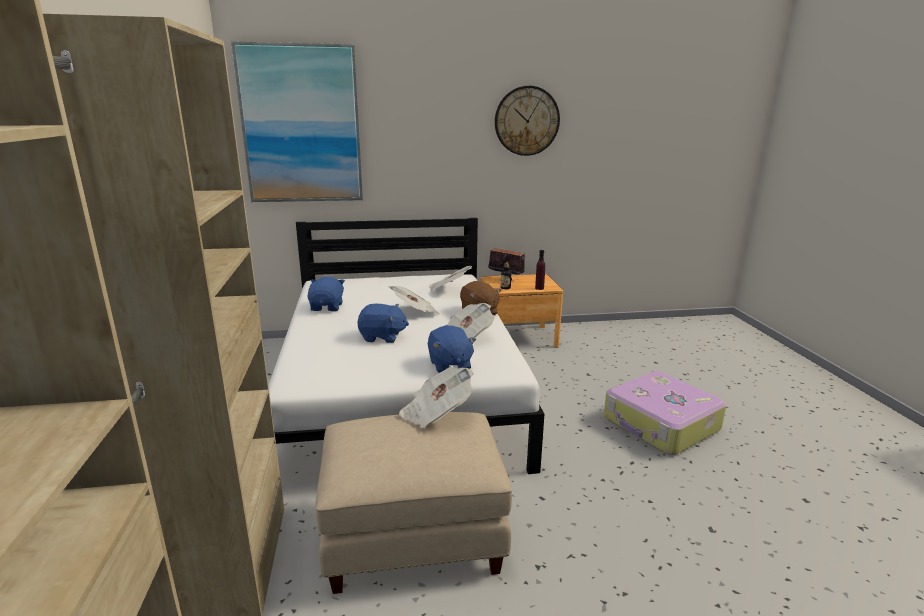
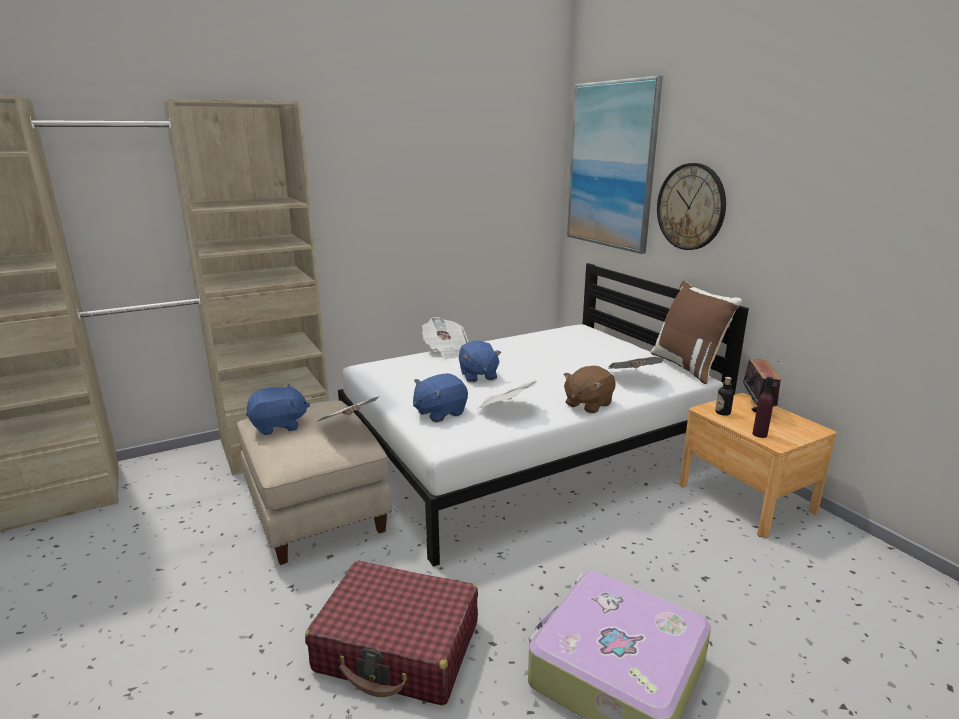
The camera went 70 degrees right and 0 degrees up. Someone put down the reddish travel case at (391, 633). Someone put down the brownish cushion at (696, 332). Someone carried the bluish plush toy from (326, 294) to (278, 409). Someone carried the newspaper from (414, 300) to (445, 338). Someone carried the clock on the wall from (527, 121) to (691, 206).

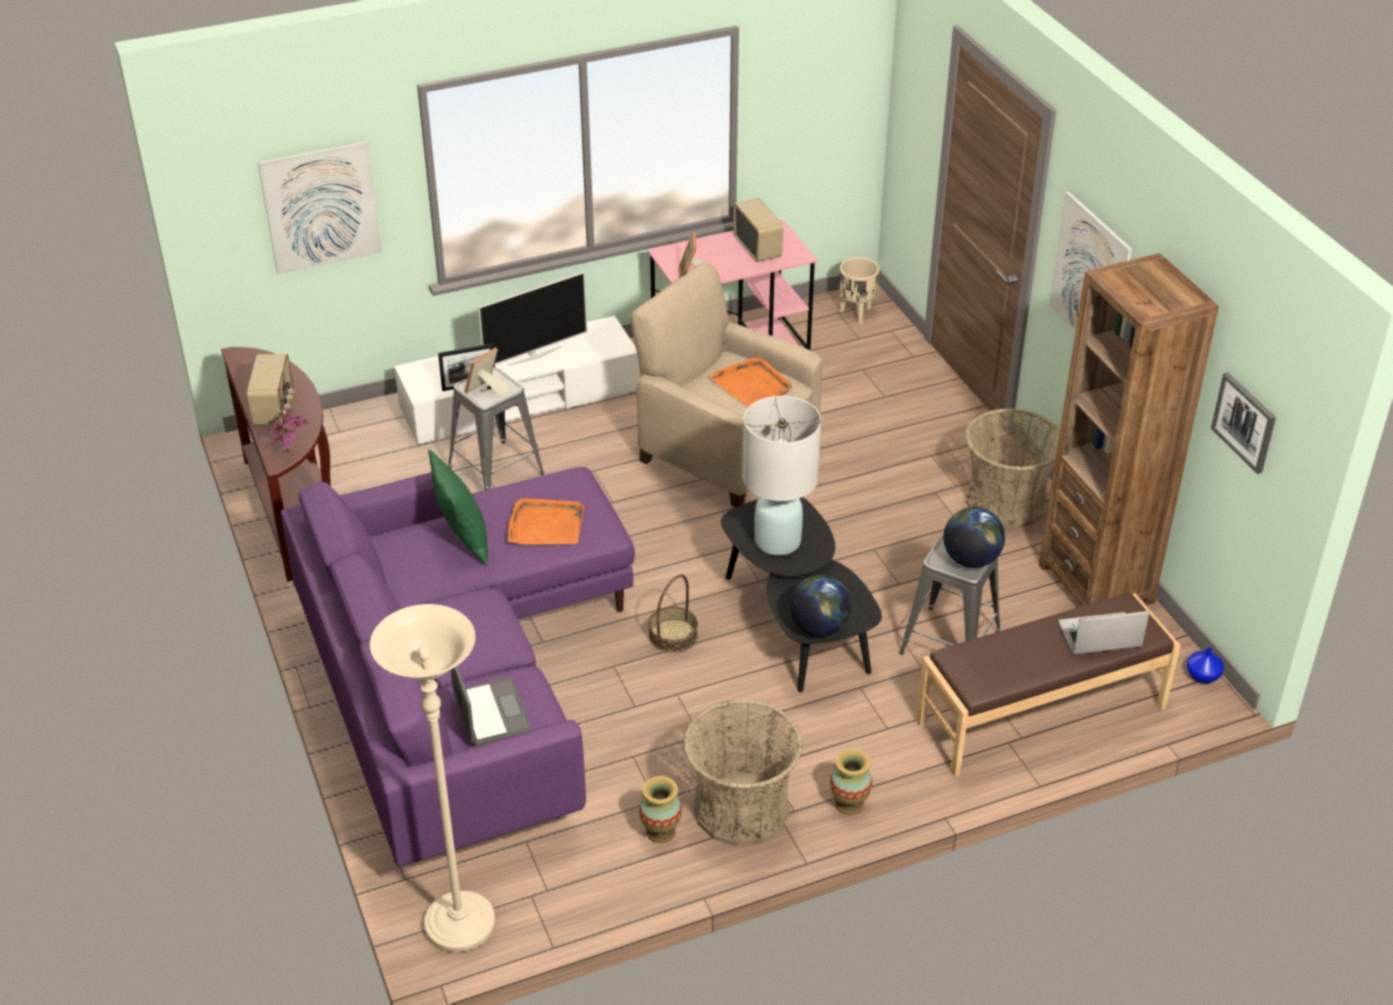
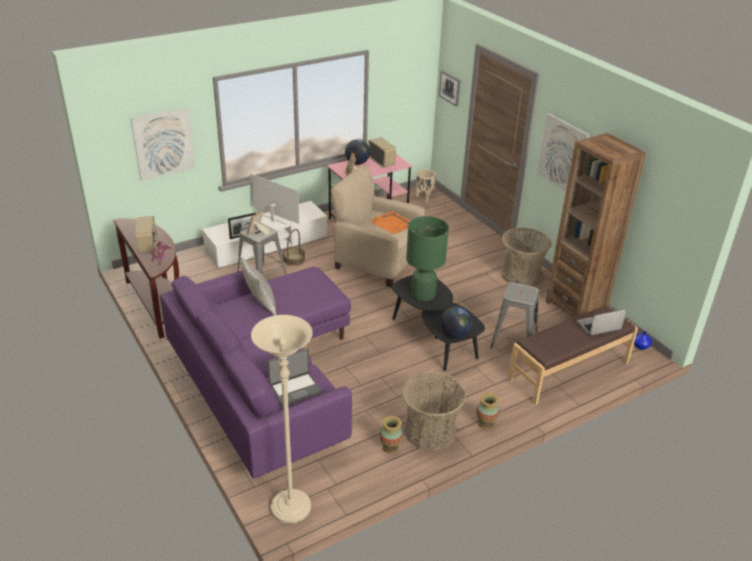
The camera went 10 degrees left and 5 degrees down. Someone took away the orange-coloured tray at (546, 521). Someone carried the storage basket from (673, 613) to (294, 247). Someone carried the globe from (974, 537) to (357, 152). Someone carried the wall picture from (1243, 423) to (450, 88). Someone repainted the green cushion at (458, 507), which became the grey cushion at (258, 285). Someone repainted the white-coloured lamp for a table at (781, 476), which became the green lamp for a table at (427, 259). Someone rotated the notebook computer at (491, 706) by 90 degrees clockwise. Someone rotated the TV at (532, 318) by 105 degrees counterclockwise.

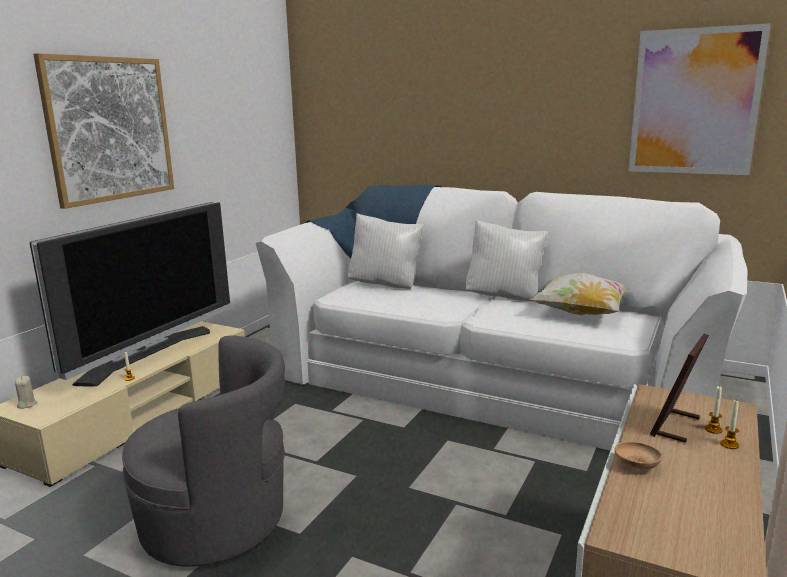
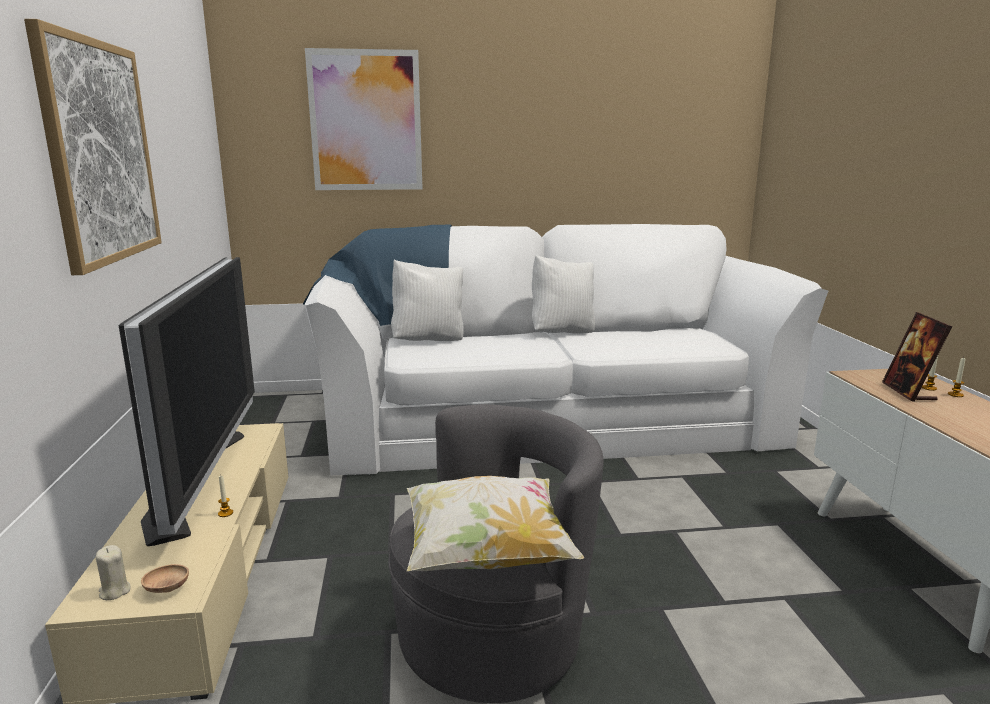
The camera went 35 degrees left and 0 degrees up. Someone carried the cushion from (578, 294) to (495, 523). Someone carried the brownish deep dish from (638, 455) to (165, 578). Someone carried the wall picture from (699, 99) to (364, 119).

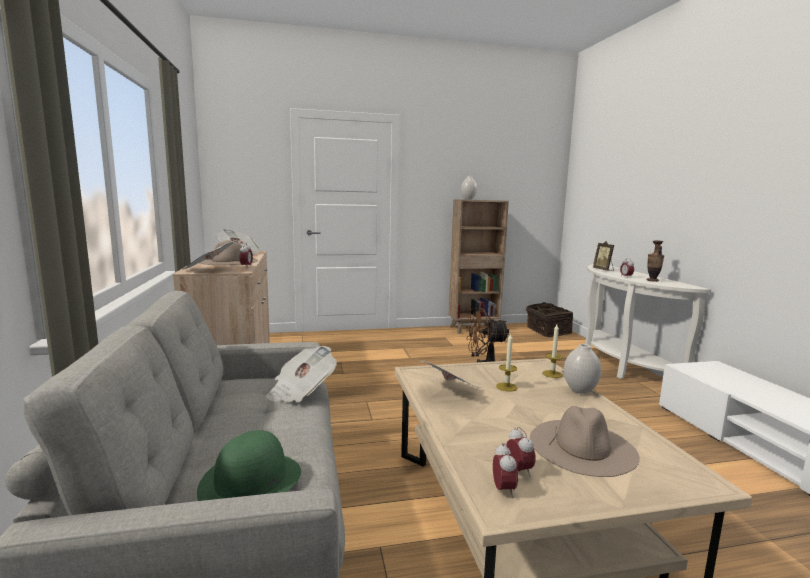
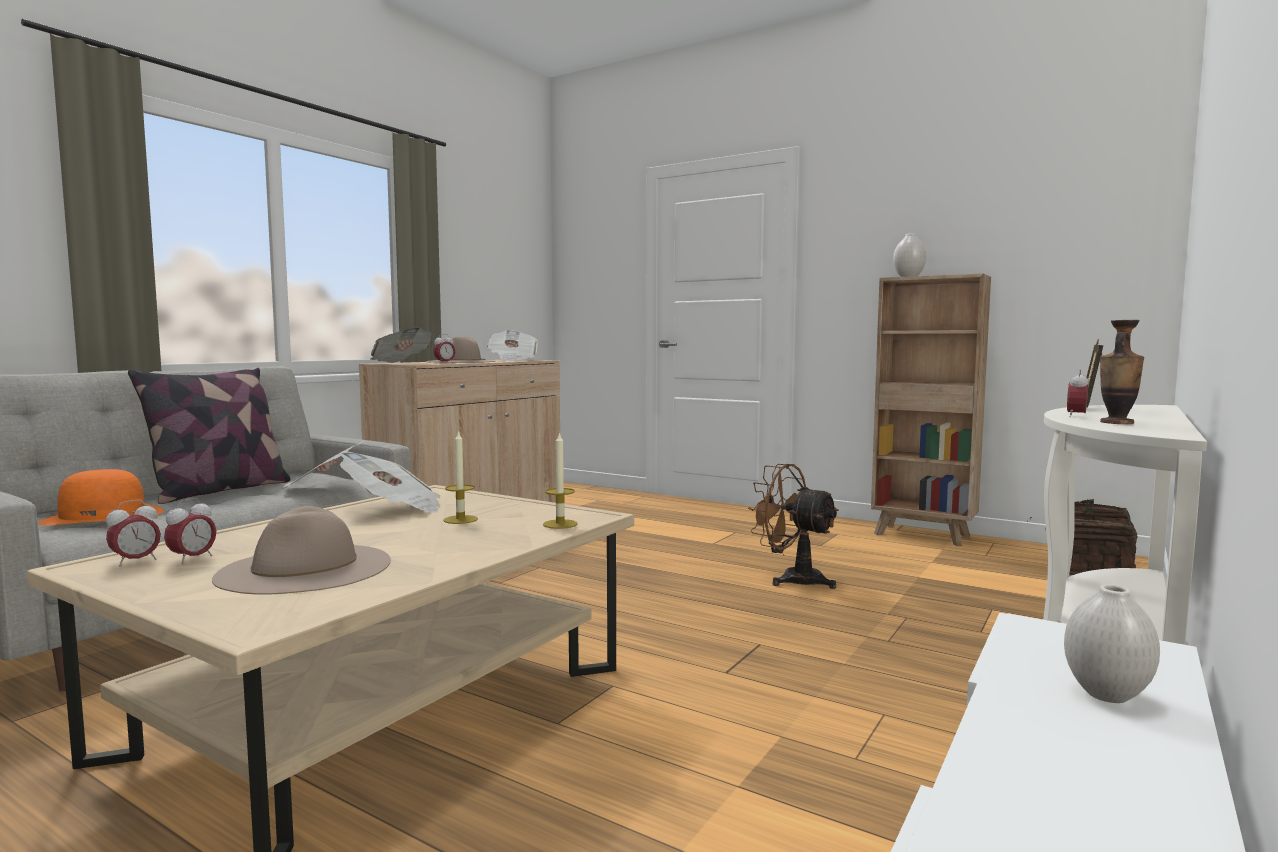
The camera went 45 degrees right and 5 degrees down. Someone put down the cushion at (209, 436). Someone carried the white-coloured decorative vase from (582, 369) to (1112, 644). Someone repainted the green hat at (249, 465), which became the orange-coloured hat at (101, 497).

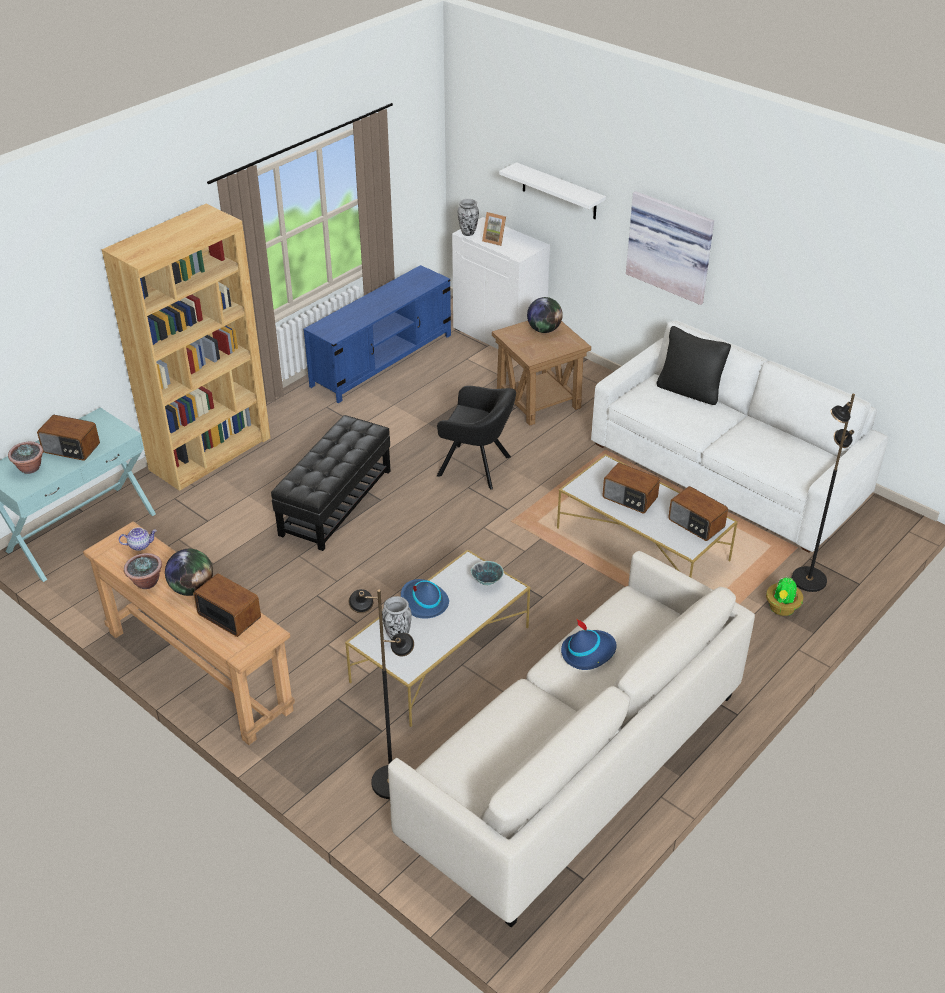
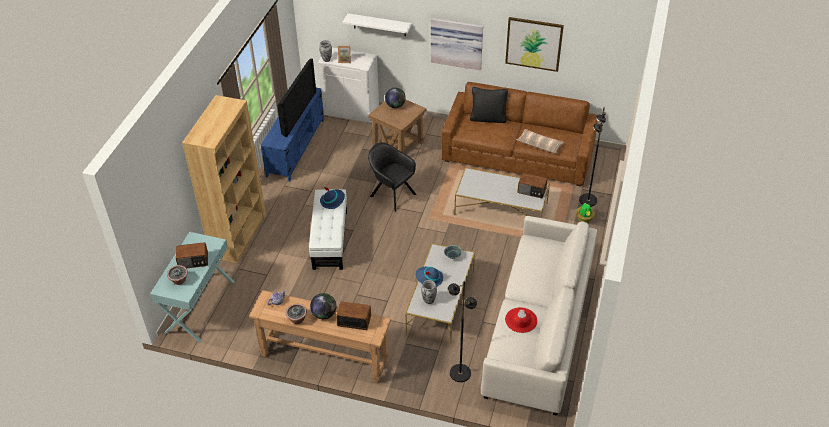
The camera went 25 degrees left and 5 degrees up. Someone took away the radio at (631, 488). Someone put down the TV at (296, 97). Someone put up the wall picture at (534, 44). Someone put down the reddish hat at (521, 320). Someone put down the cushion at (540, 141). Someone carried the bluish hat from (589, 644) to (332, 198). Someone repainted the black ottoman at (330, 483), which became the white-coloured ottoman at (328, 229). Someone repainted the white-coloured settee at (739, 436), which became the brownish settee at (519, 134). Someone rotated the black easy chair at (476, 438) by 135 degrees counterclockwise.

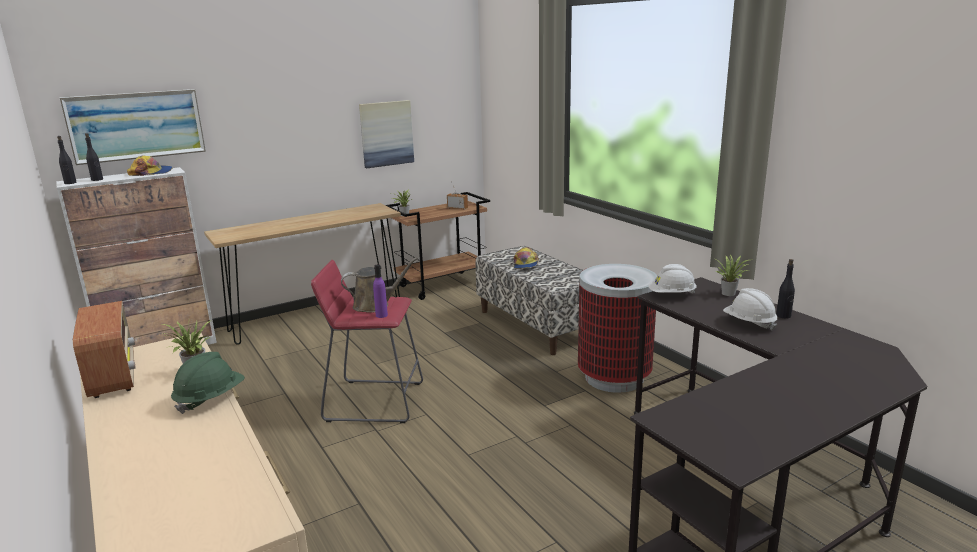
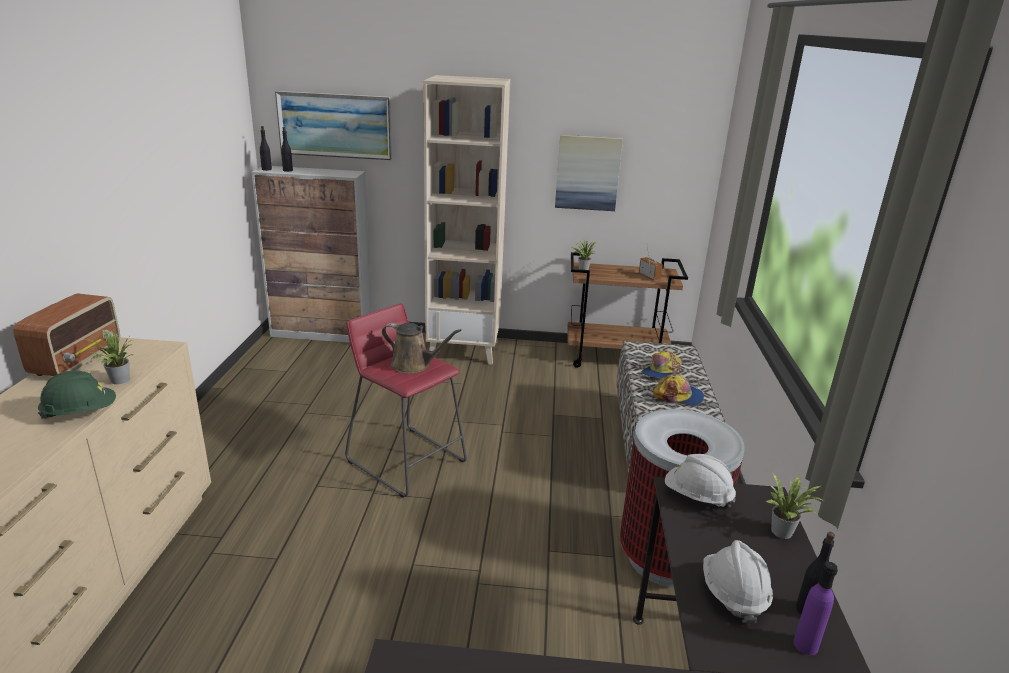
The camera went 35 degrees right and 5 degrees up. Someone carried the cap from (149, 165) to (678, 390). Someone carried the purple-coloured bottle from (380, 291) to (815, 608). Someone swapped the brownish narrow table at (302, 274) for the sand-coloured shelving unit at (466, 220).

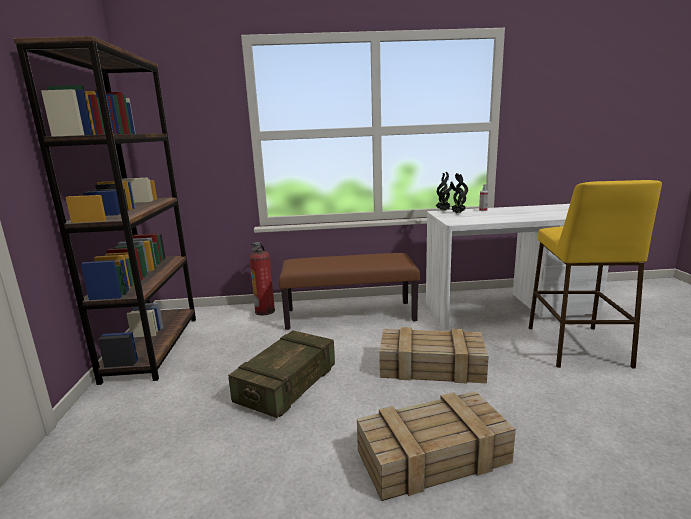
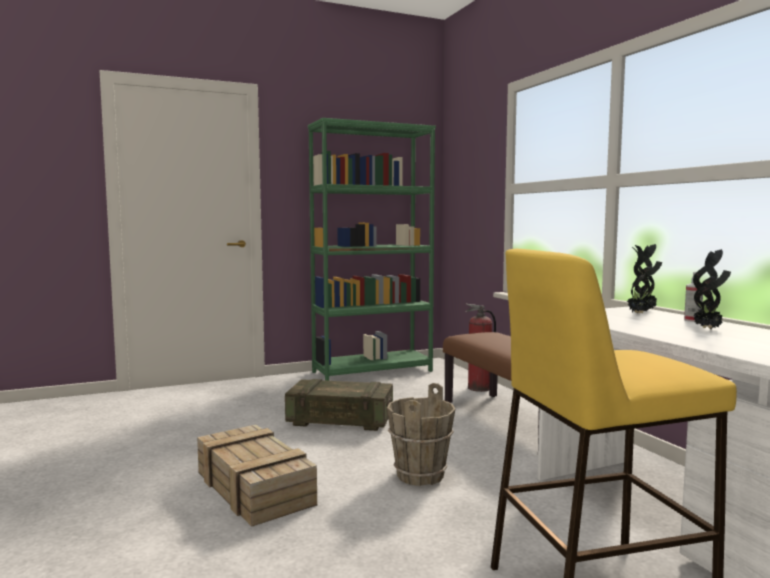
The camera went 70 degrees right and 10 degrees down. Someone put down the potted plant at (712, 289). Someone swapped the crate at (434, 355) for the brownish pail at (421, 434). Someone repainted the brownish shelving unit at (105, 210), which became the green shelving unit at (372, 249).

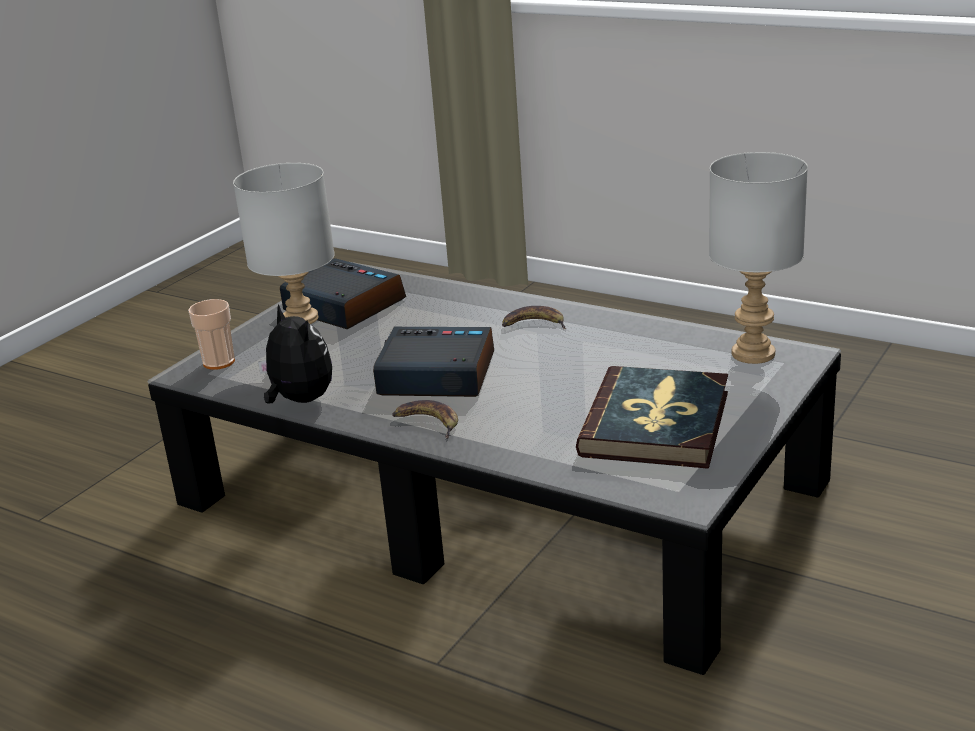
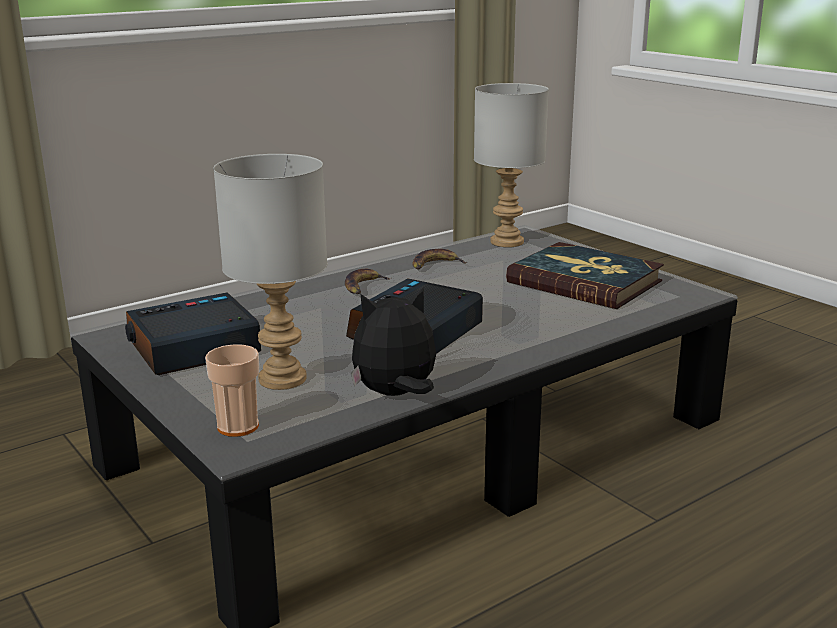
The camera went 70 degrees left and 5 degrees down. Someone carried the whole banana from (425, 419) to (439, 259).

